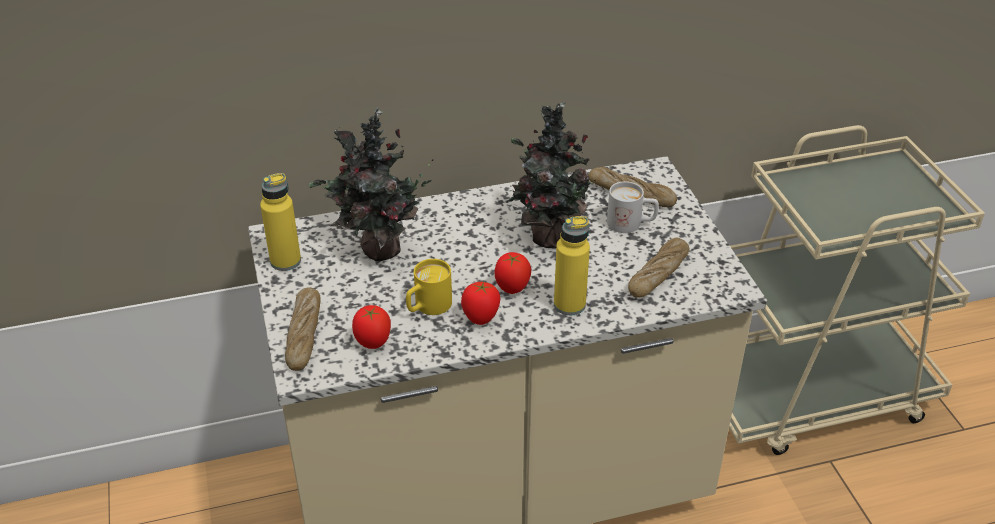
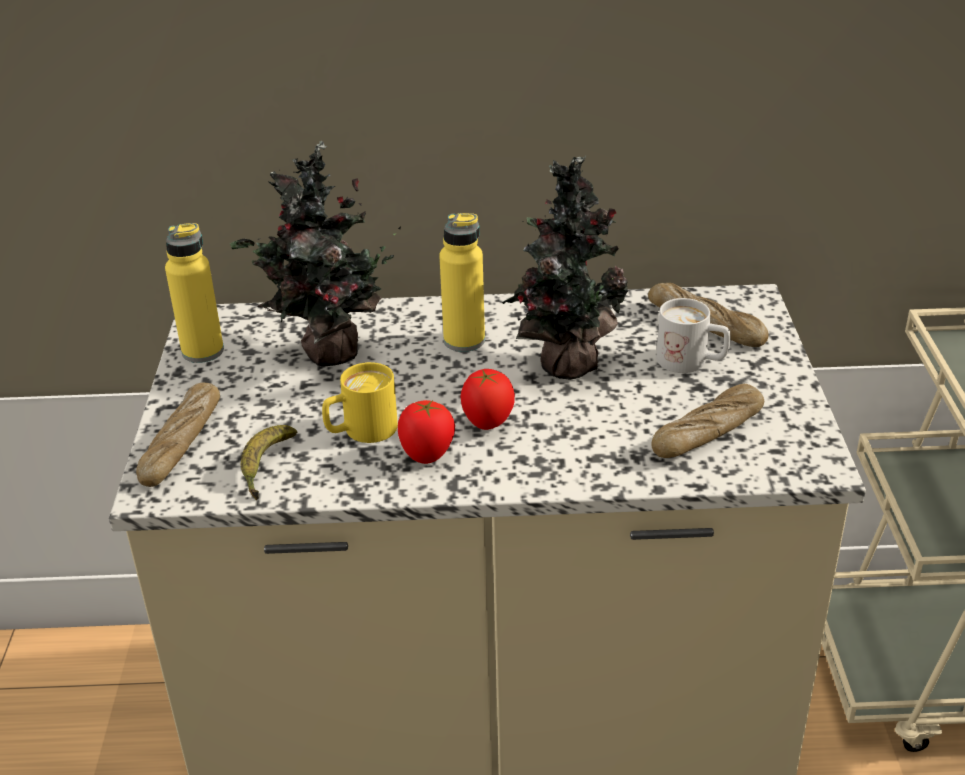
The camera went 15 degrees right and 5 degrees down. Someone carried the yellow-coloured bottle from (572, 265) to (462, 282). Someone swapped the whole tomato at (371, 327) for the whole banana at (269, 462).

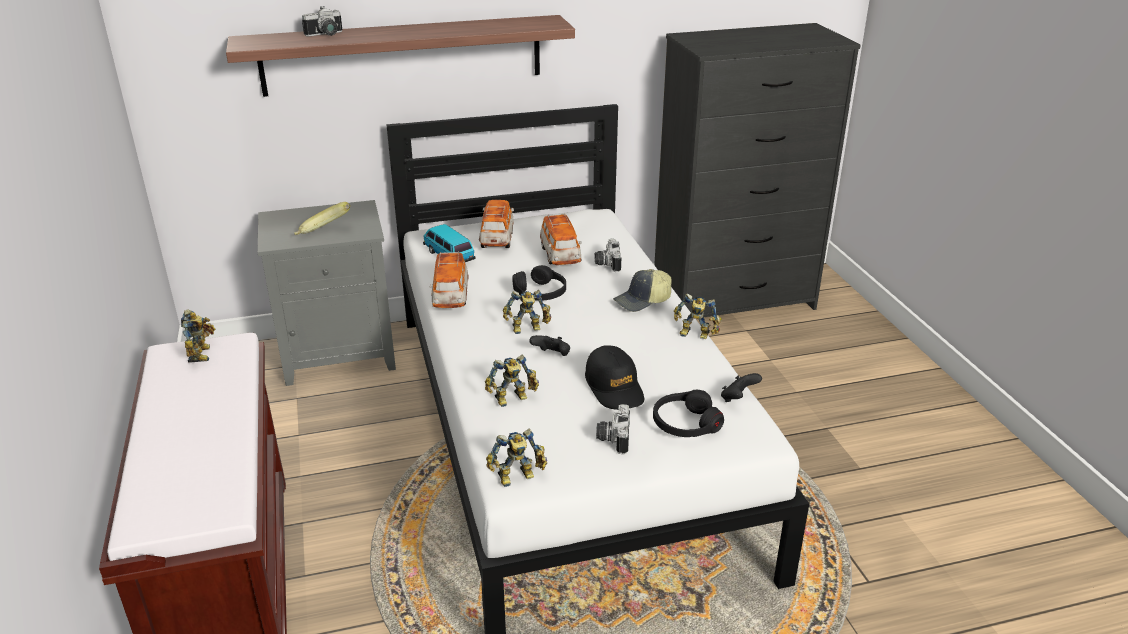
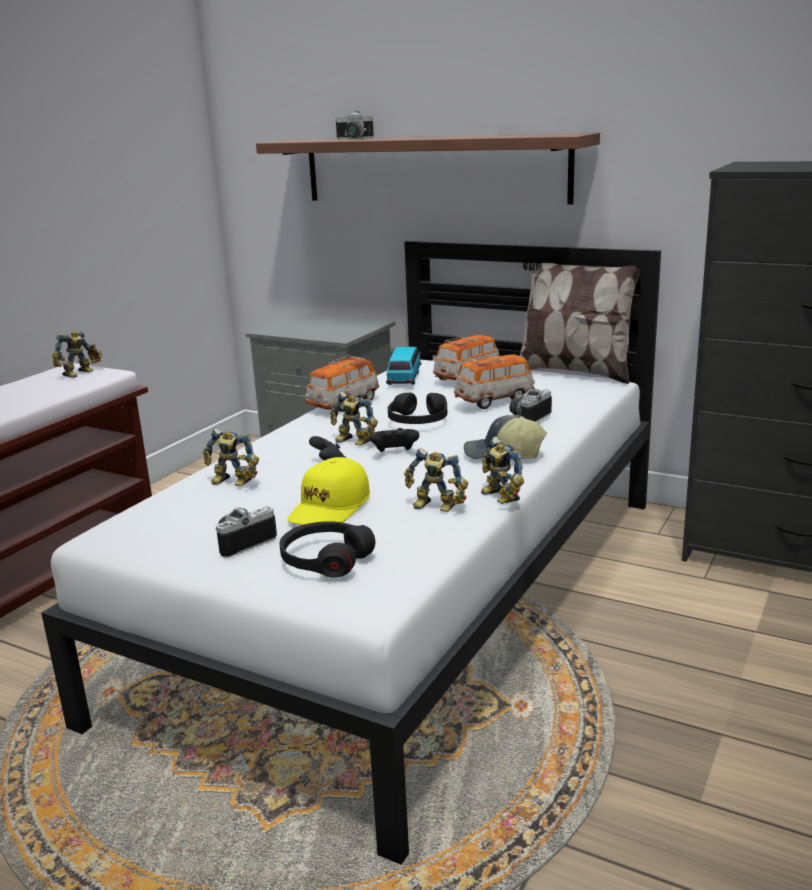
The camera went 45 degrees right and 10 degrees down. Someone took away the whole banana at (322, 218). Someone put down the cushion at (580, 323). Someone carried the toy robot from (516, 458) to (436, 480). Someone carried the black joypad from (741, 387) to (394, 440). Someone repainted the black cap at (614, 378), which became the yellow-coloured cap at (328, 491). Someone rotated the model car at (561, 239) by 150 degrees counterclockwise.

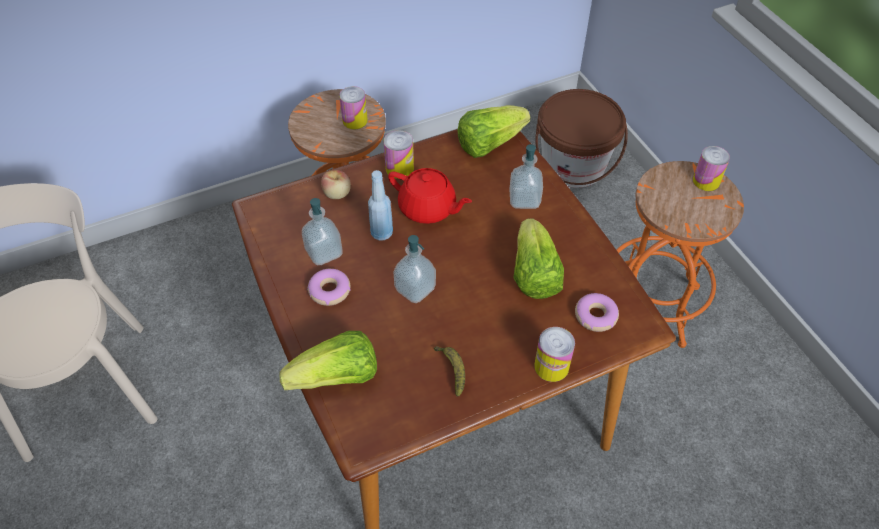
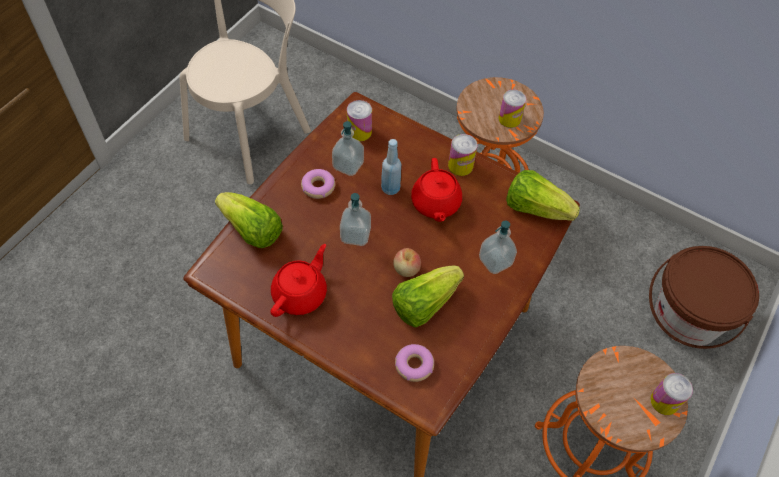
The camera went 55 degrees right and 5 degrees up. Someone carried the apple from (336, 184) to (407, 262). Someone carried the metal can from (554, 354) to (359, 120). Someone swapped the whole banana at (449, 371) for the reddish tea pot at (298, 280).

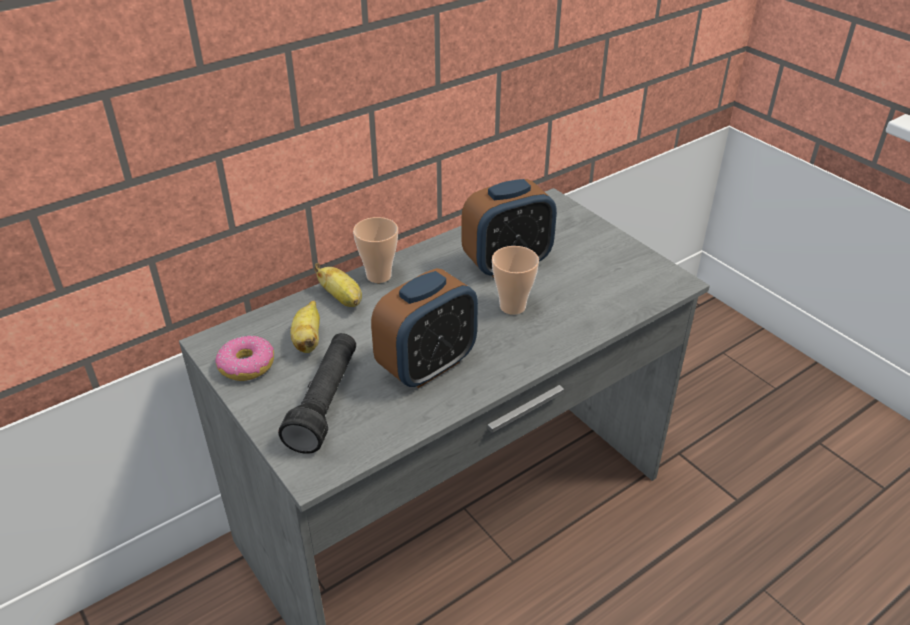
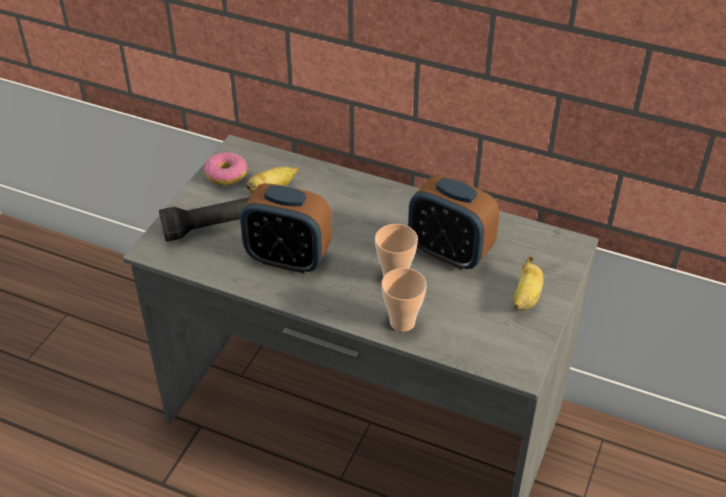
The camera went 60 degrees right and 5 degrees up. Someone carried the whole banana from (338, 285) to (528, 283). Someone carried the small cup from (375, 250) to (404, 300).

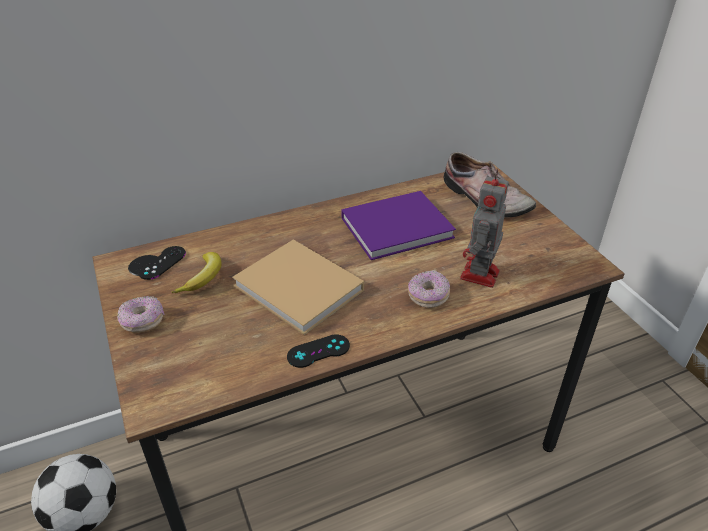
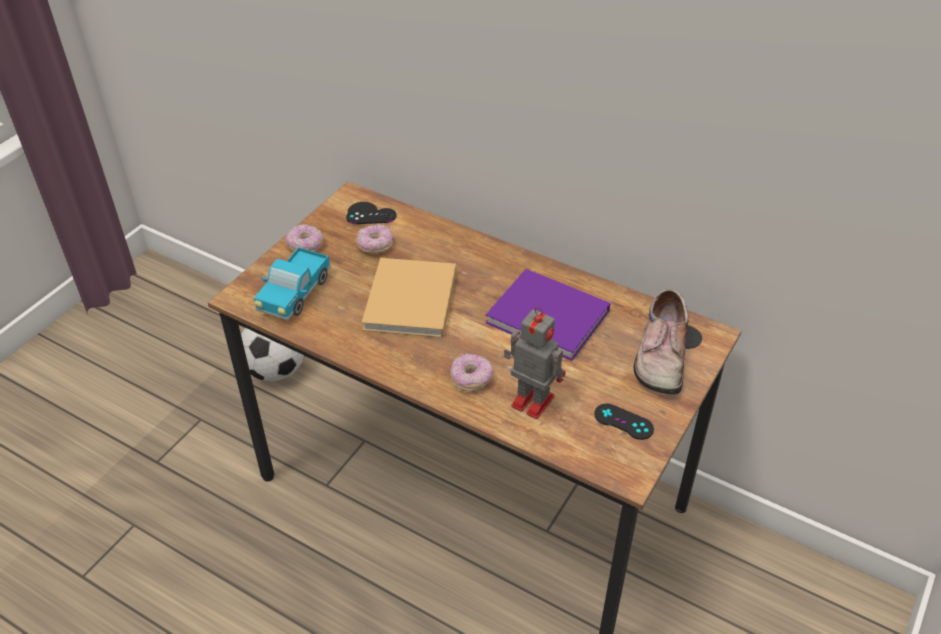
The camera went 55 degrees right and 5 degrees up. Someone put down the model truck at (292, 283). Someone carried the black joypad from (318, 351) to (624, 421). Someone swapped the whole banana at (196, 272) for the doughnut at (375, 239). Someone rotated the toy robot at (484, 228) by 45 degrees clockwise.

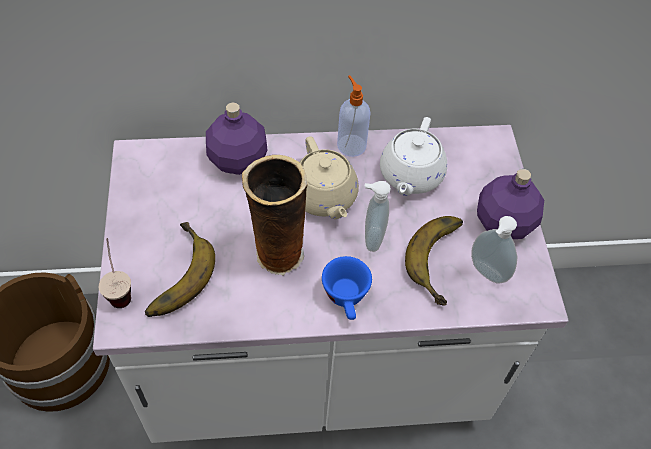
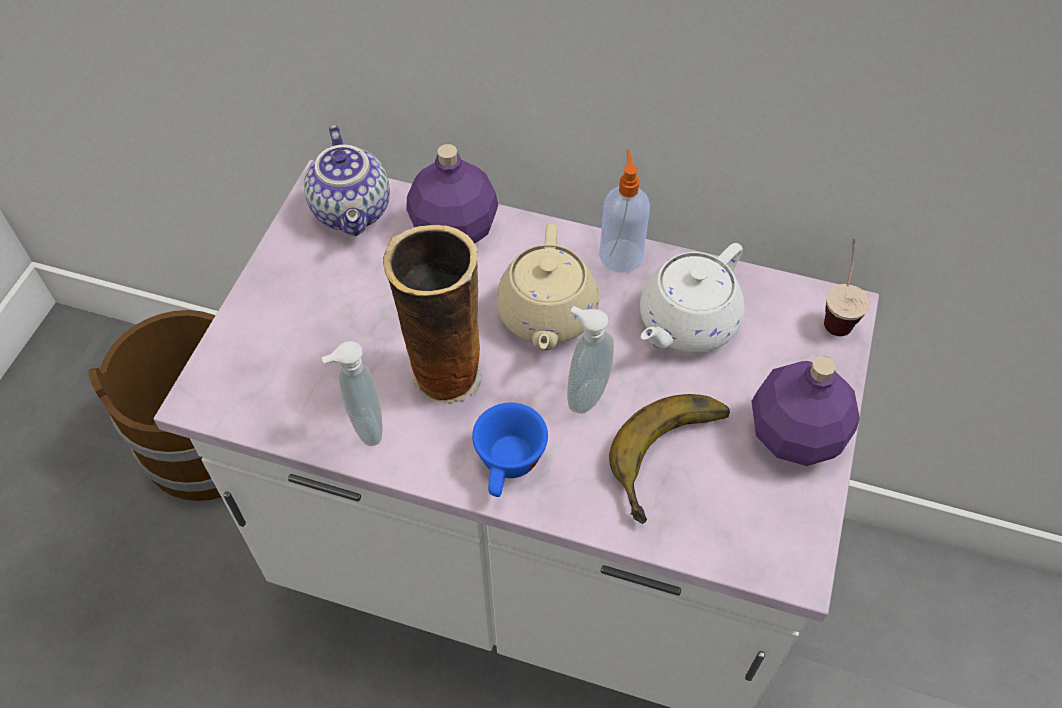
The camera went 25 degrees right and 0 degrees up. Someone took away the whole banana at (180, 269). Someone put down the tea pot at (347, 180). Someone carried the small cup from (115, 273) to (847, 287). Someone carried the liquid soap bottle from (494, 250) to (352, 393).

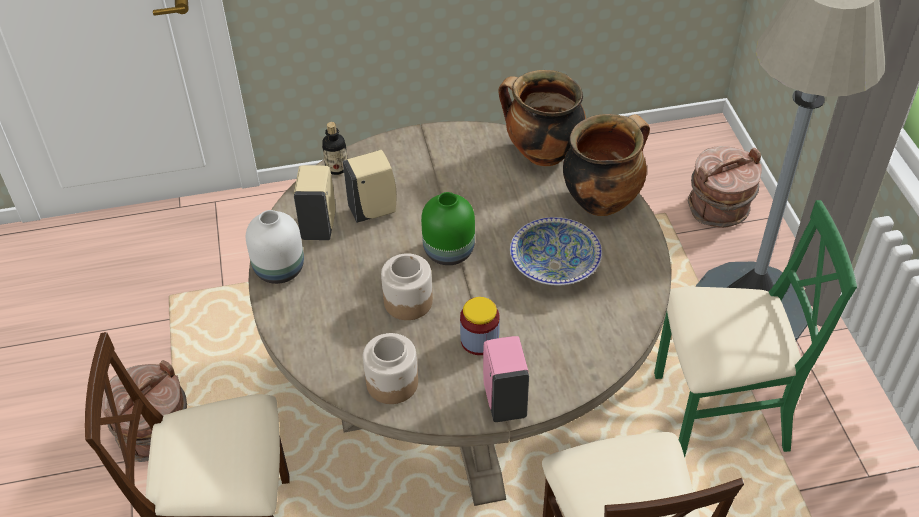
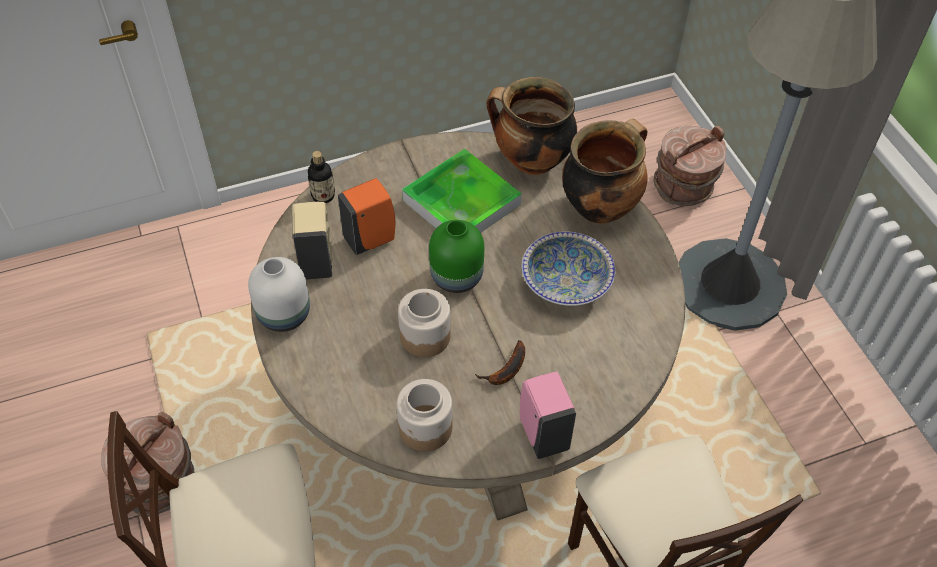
The camera went 10 degrees left and 5 degrees up. Someone took away the green upright chair at (755, 328). Someone put down the tray at (462, 191). Someone swapped the preserve jar at (480, 326) for the whole banana at (500, 362). Someone repainted the sand-coloured liquid soap bottle at (370, 186), which became the orange-coloured liquid soap bottle at (367, 216).

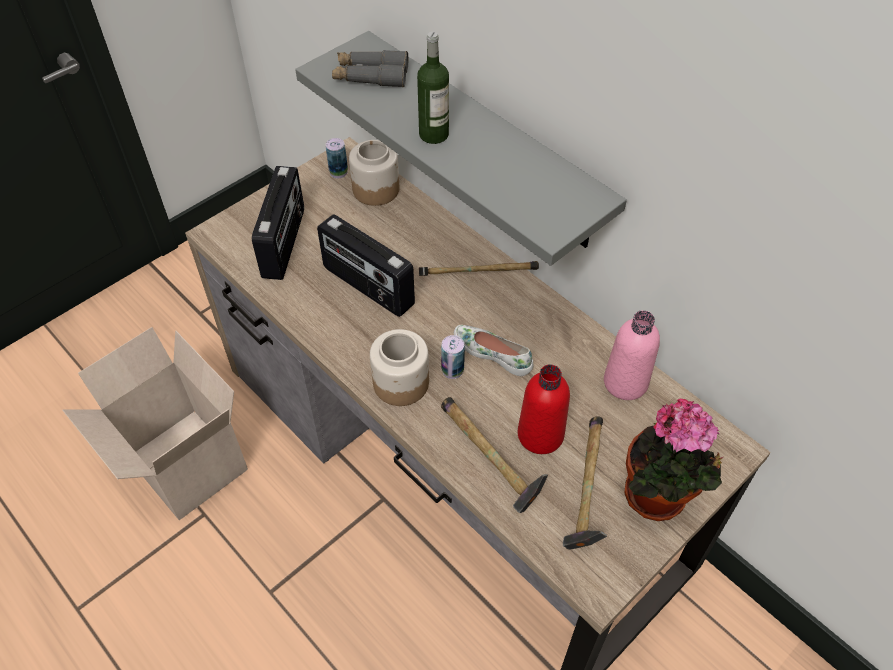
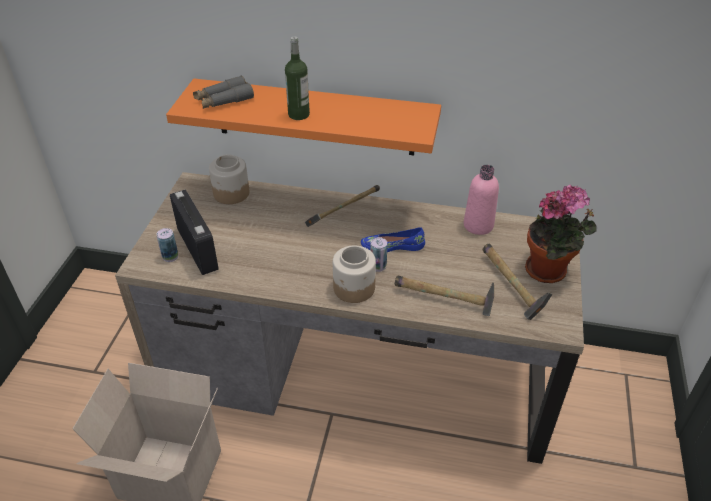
The camera went 35 degrees left and 10 degrees down. Someone took away the radio at (366, 265). Someone took away the reddish bottle at (544, 409). Someone carried the metal can from (337, 158) to (167, 245). Someone repainted the grey shelf at (461, 148), which became the orange-coloured shelf at (303, 117). Someone repainted the white-coloured item of footwear at (493, 350), which became the bluish item of footwear at (393, 239).

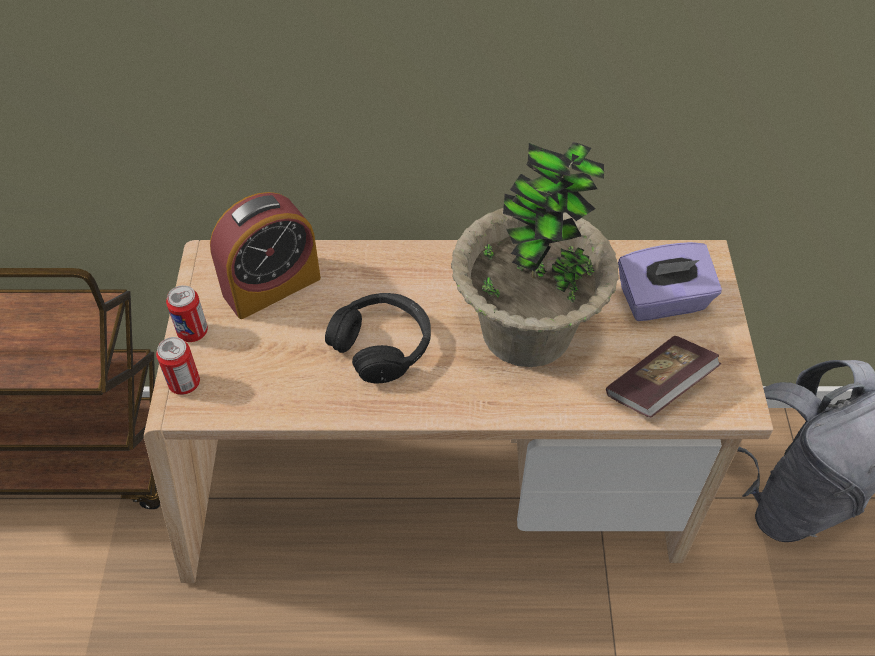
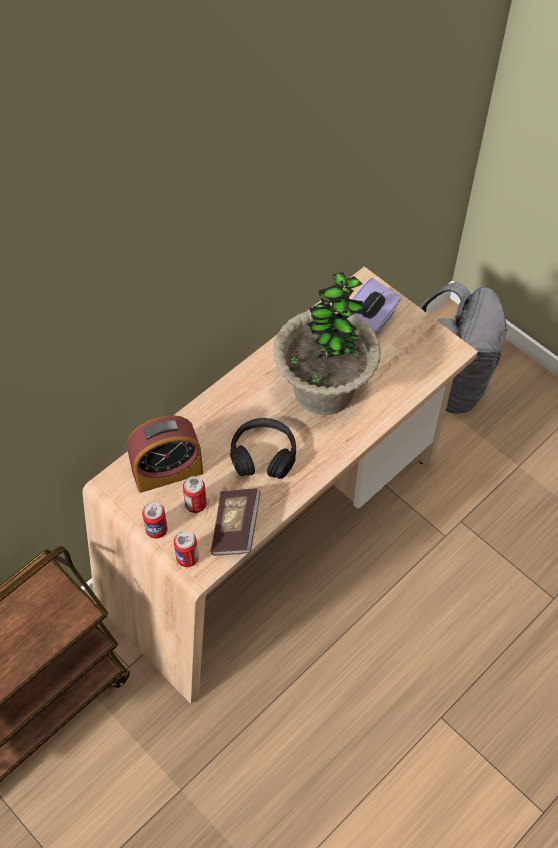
The camera went 45 degrees left and 5 degrees up. Someone put down the metal can at (195, 494). Someone carried the bound book from (663, 377) to (235, 522). Someone rotated the alarm clock at (265, 255) by 60 degrees clockwise.

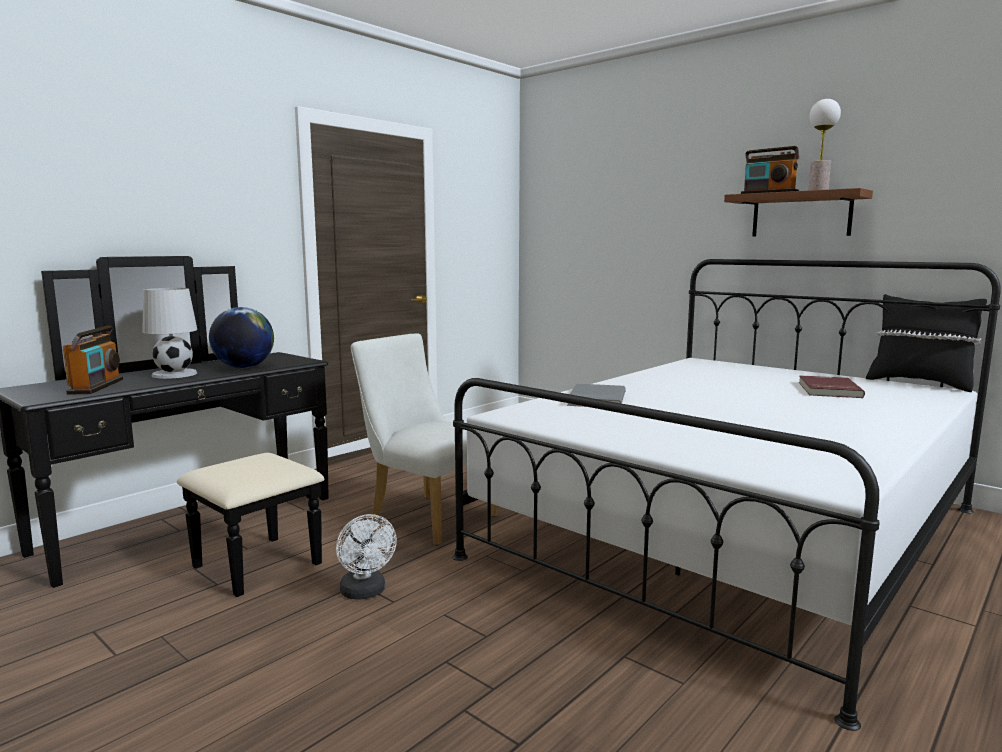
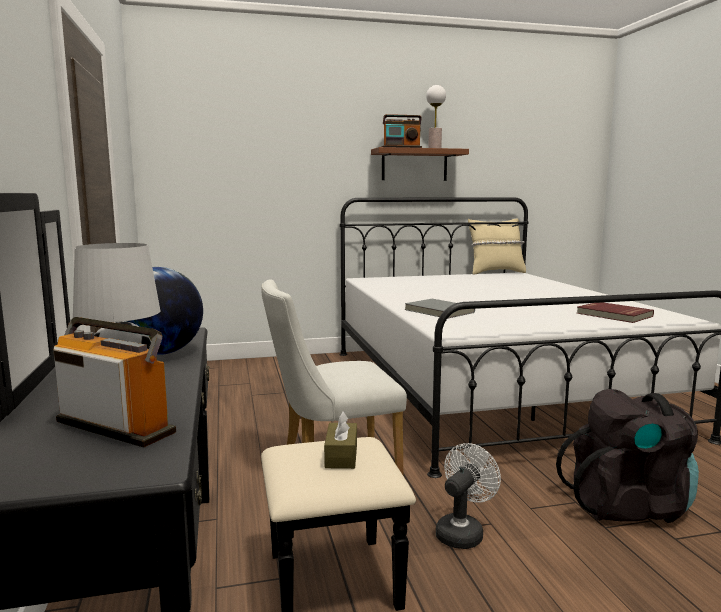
The camera went 55 degrees left and 0 degrees up. Someone put down the brownish tissue holder at (340, 440). Someone put down the black rucksack at (627, 456). Someone carried the reddish bound book from (832, 386) to (615, 312). Someone repainted the black cushion at (926, 343), which became the sand-coloured cushion at (497, 246). Someone rotated the white-coloured electric fan at (366, 557) by 60 degrees counterclockwise.

